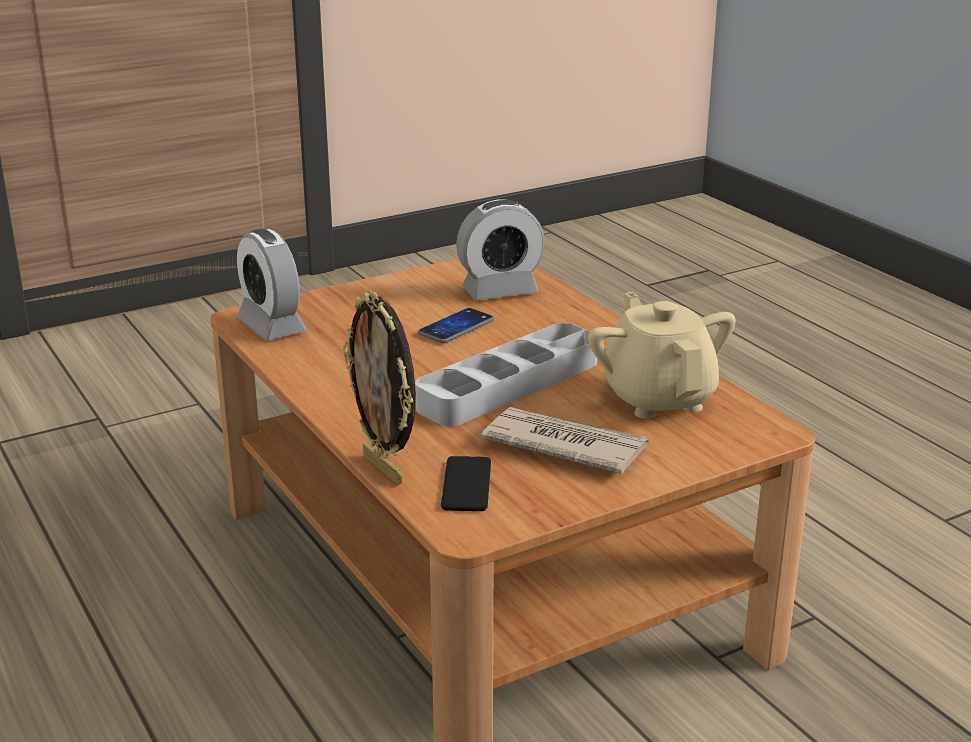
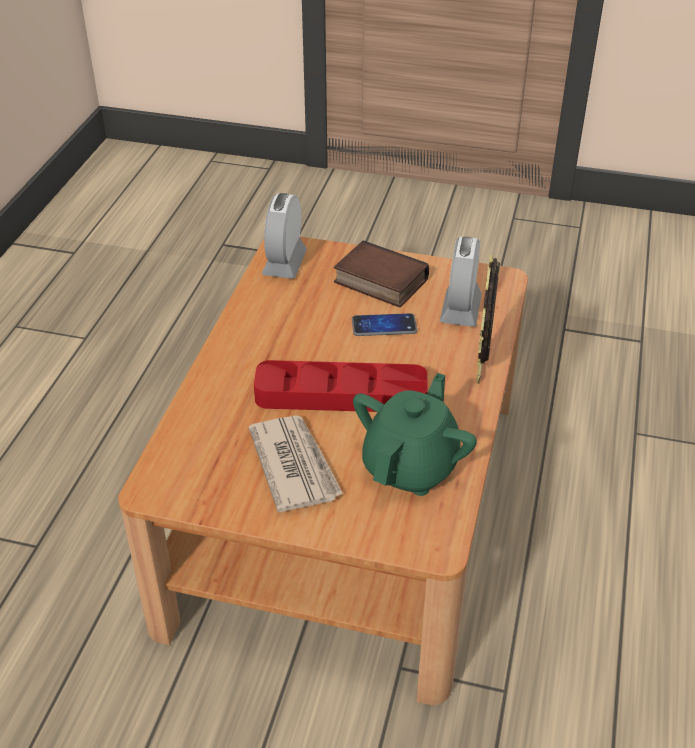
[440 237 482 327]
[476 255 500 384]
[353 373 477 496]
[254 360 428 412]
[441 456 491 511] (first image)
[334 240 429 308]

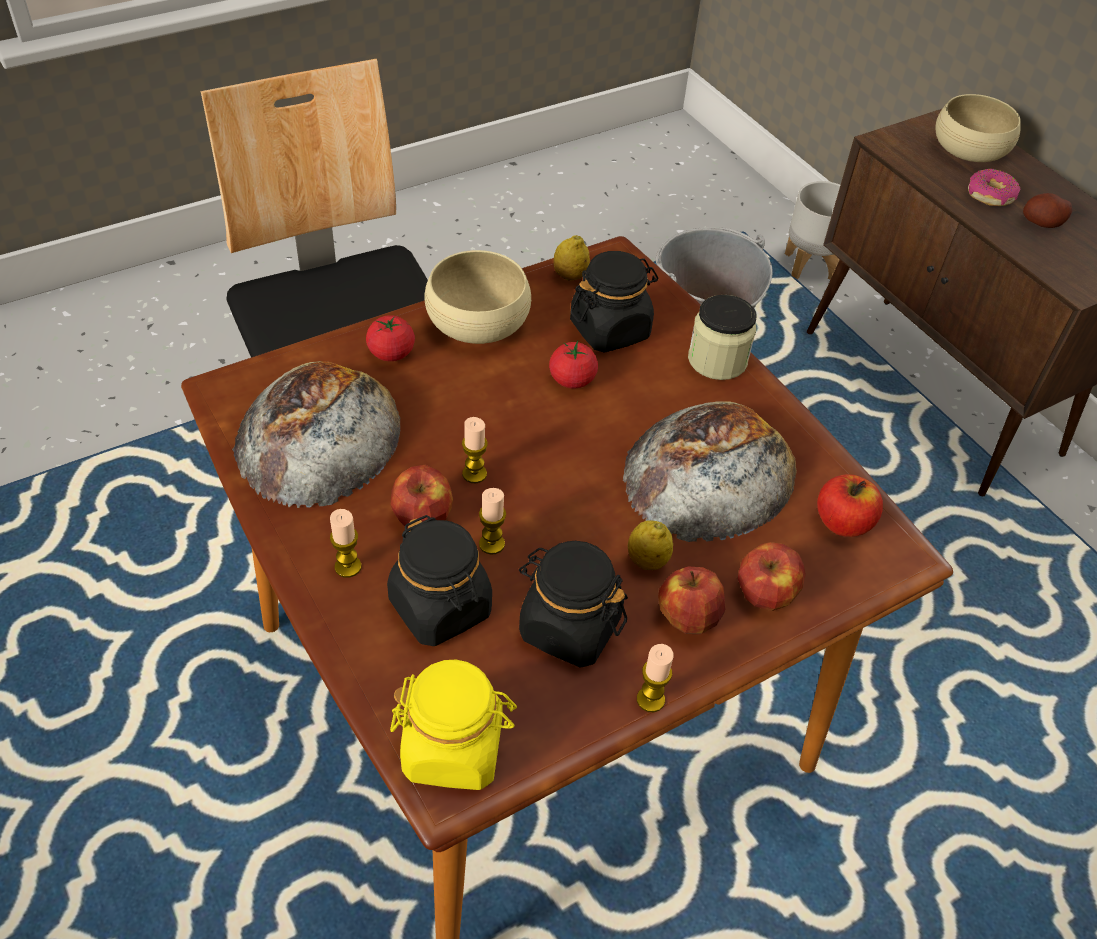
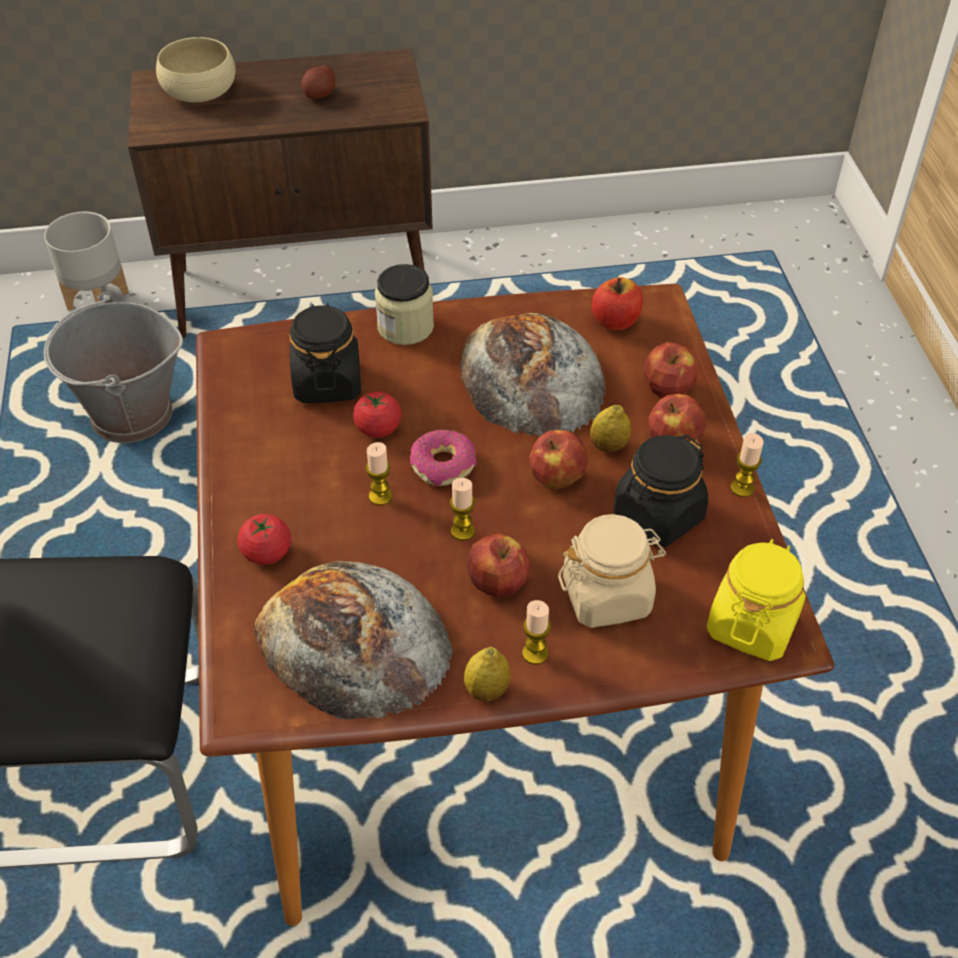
[410 429 477 486]
[464 647 511 702]
[424 250 531 344] (first image)
[366 442 393 506]
[558 514 666 628]
[529 430 589 489]

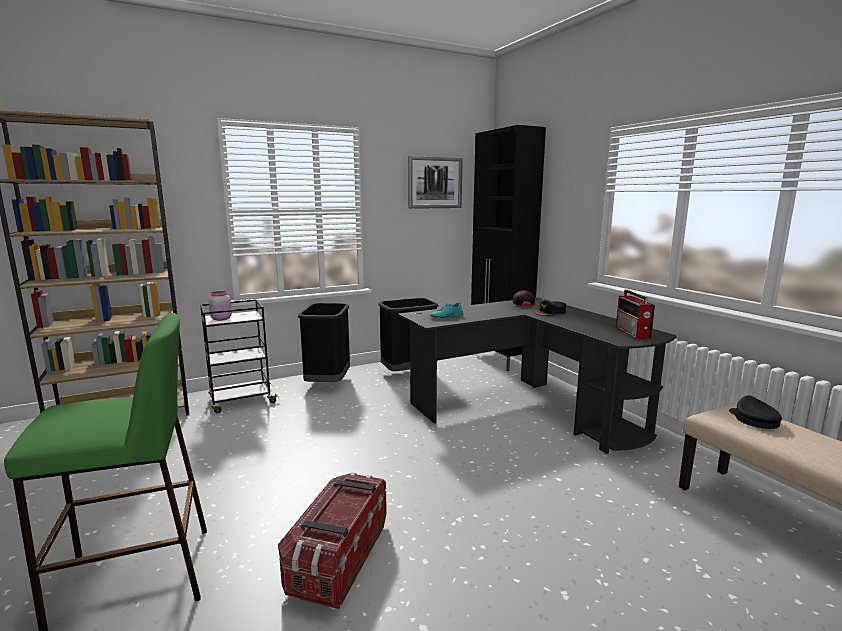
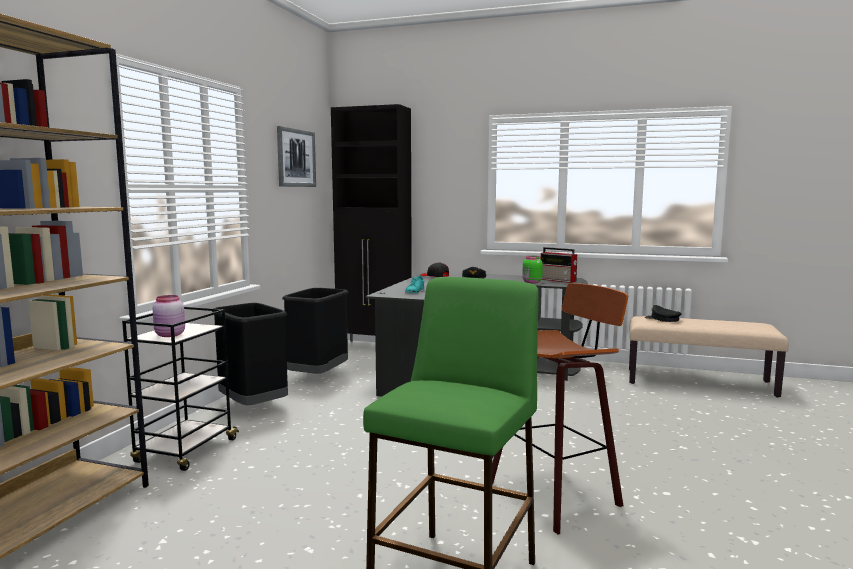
[492 283 628 535]
[522 256 543 284]

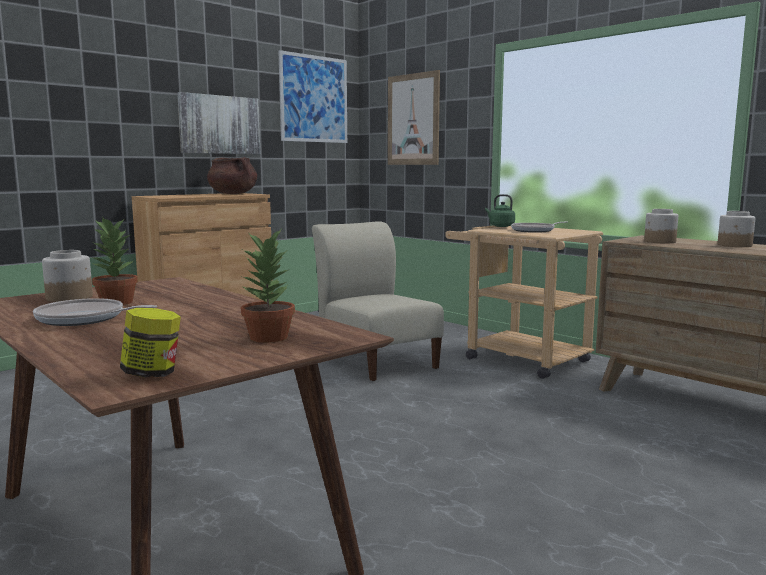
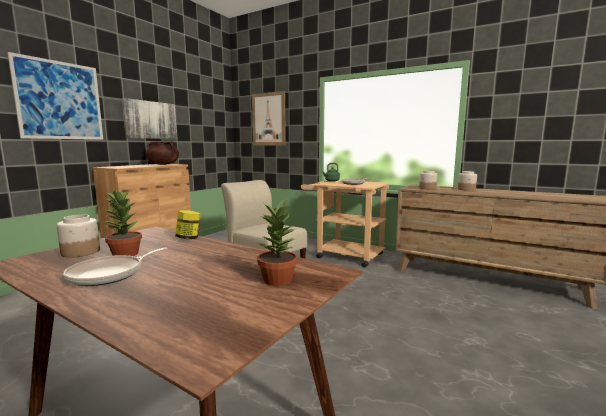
[7 52 103 140]
[63 247 168 286]
[175 210 201 239]

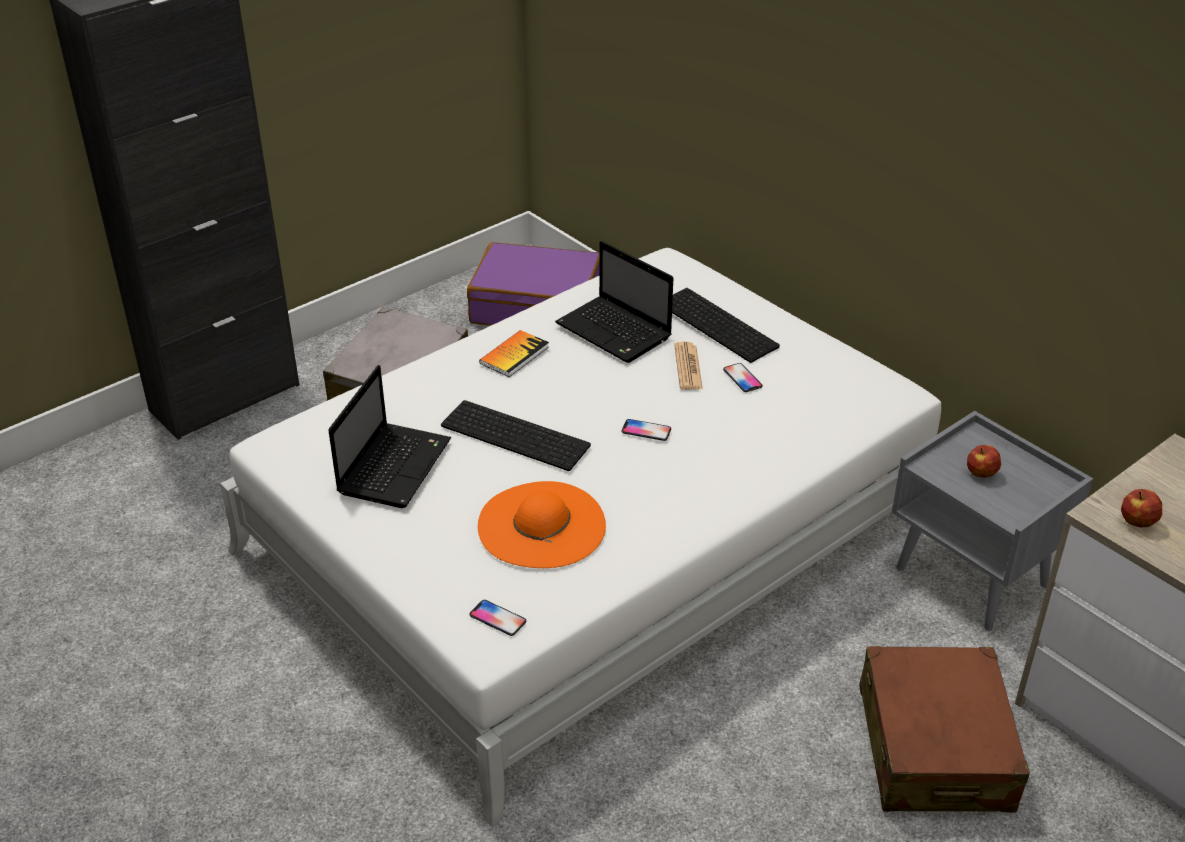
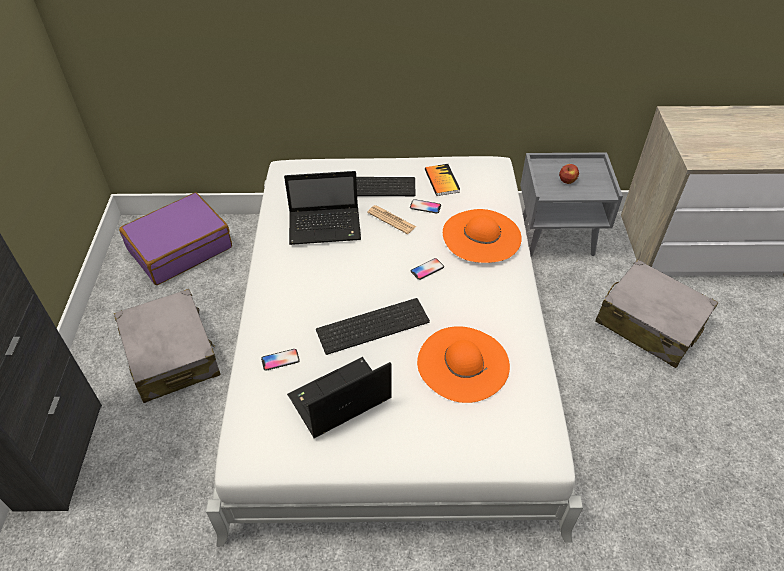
[425 164 460 196]
[287 357 392 438]
[1121 489 1162 527] (first image)
[261 349 300 371]
[595 259 718 368]
[443 209 522 263]

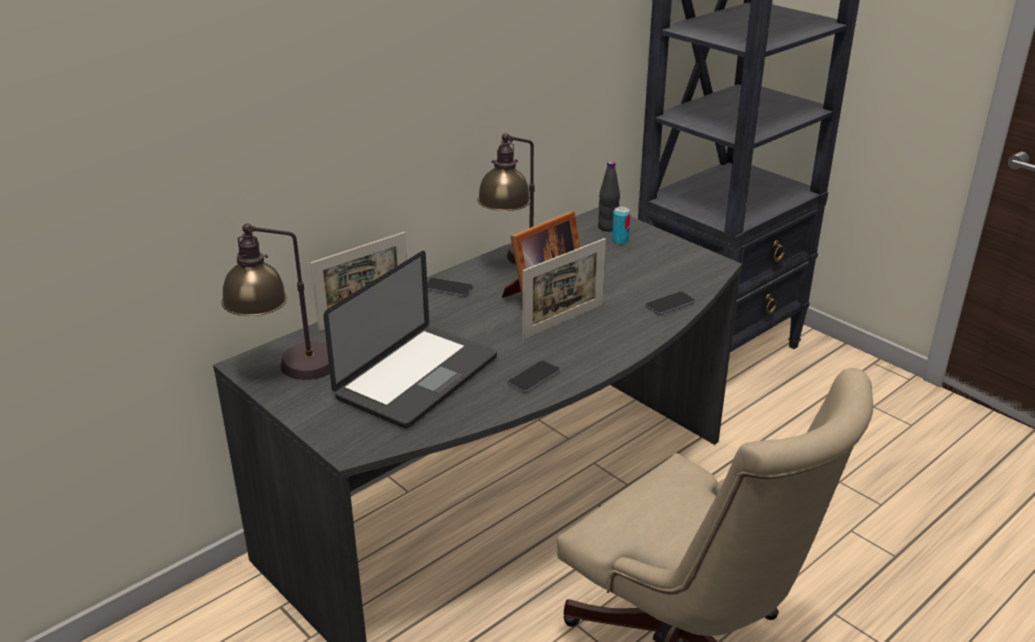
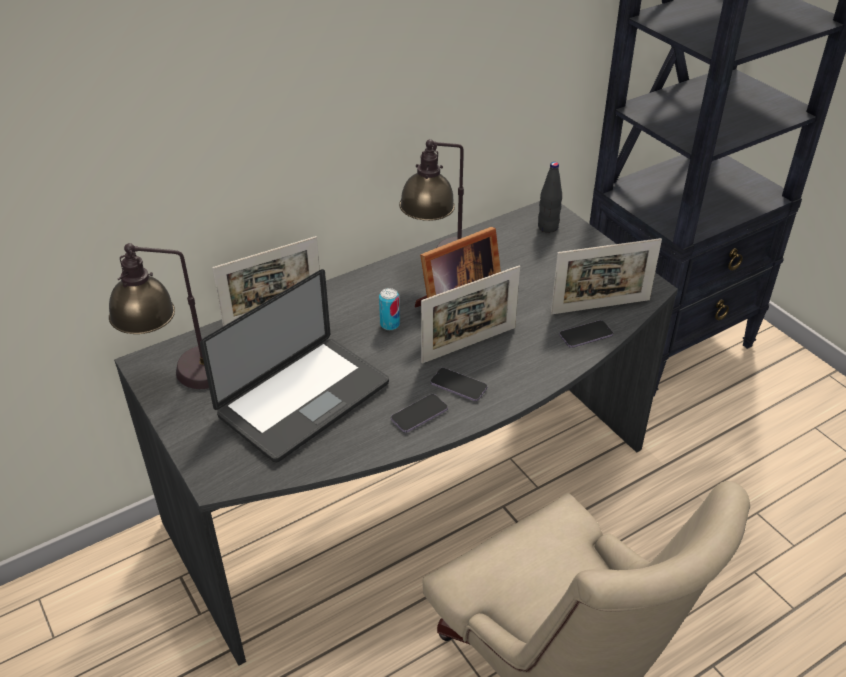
[379 288 400 330]
[431 368 487 401]
[551 238 662 315]

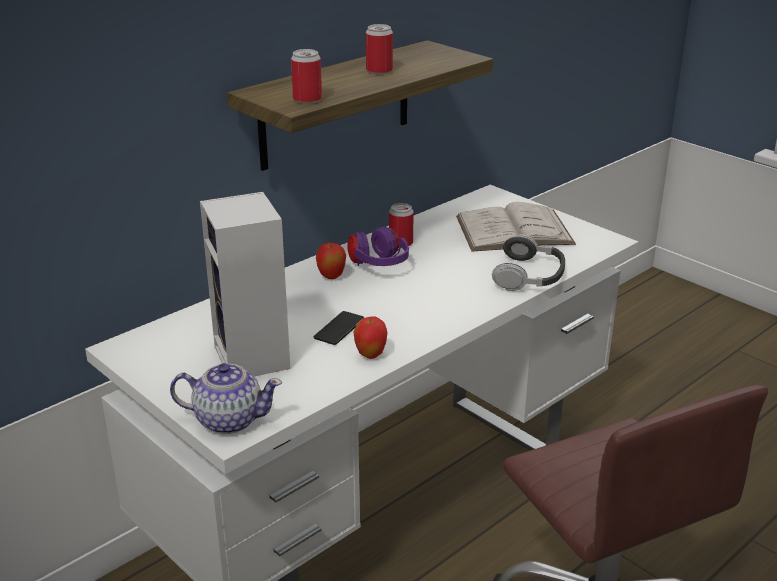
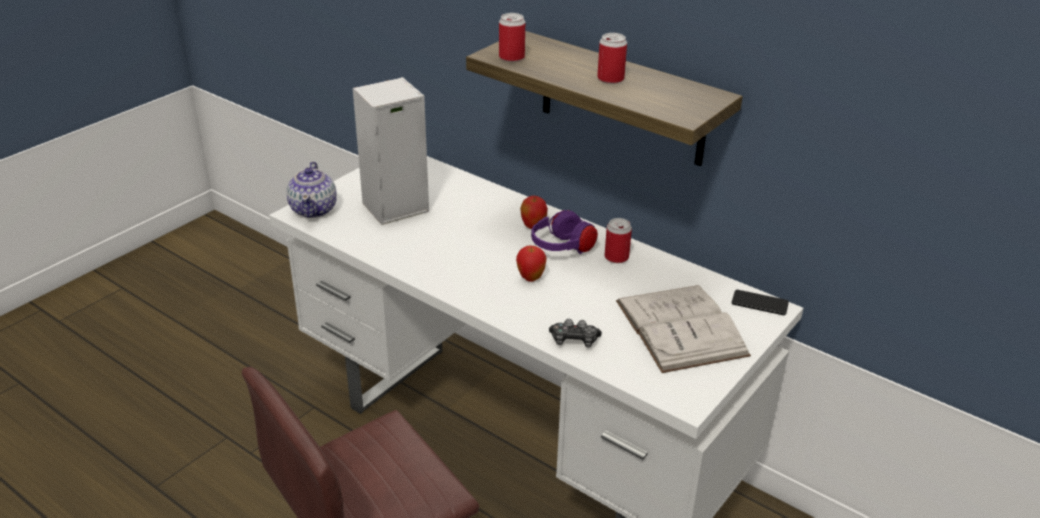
[549 319 602 348]
[732 290 789 315]
[516 246 547 282]

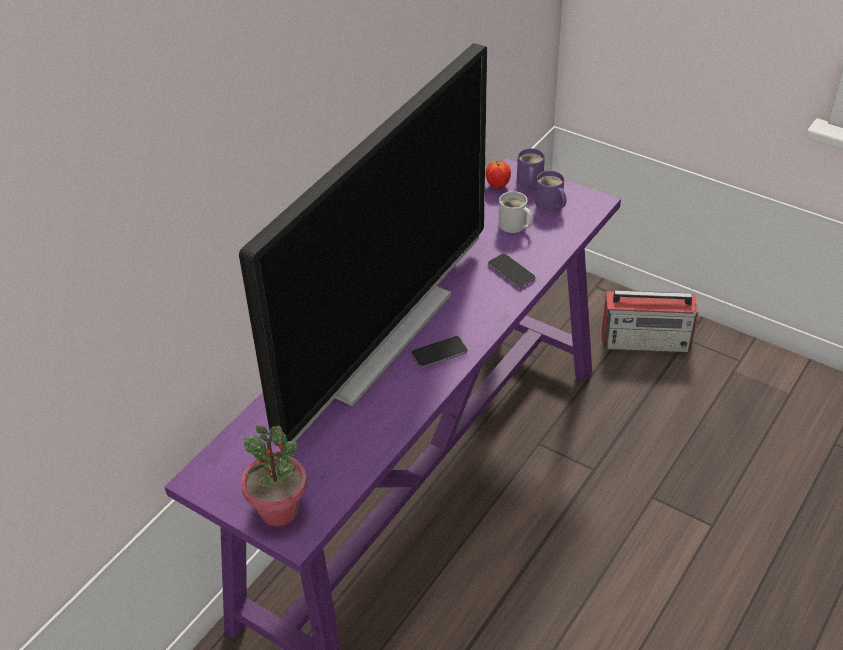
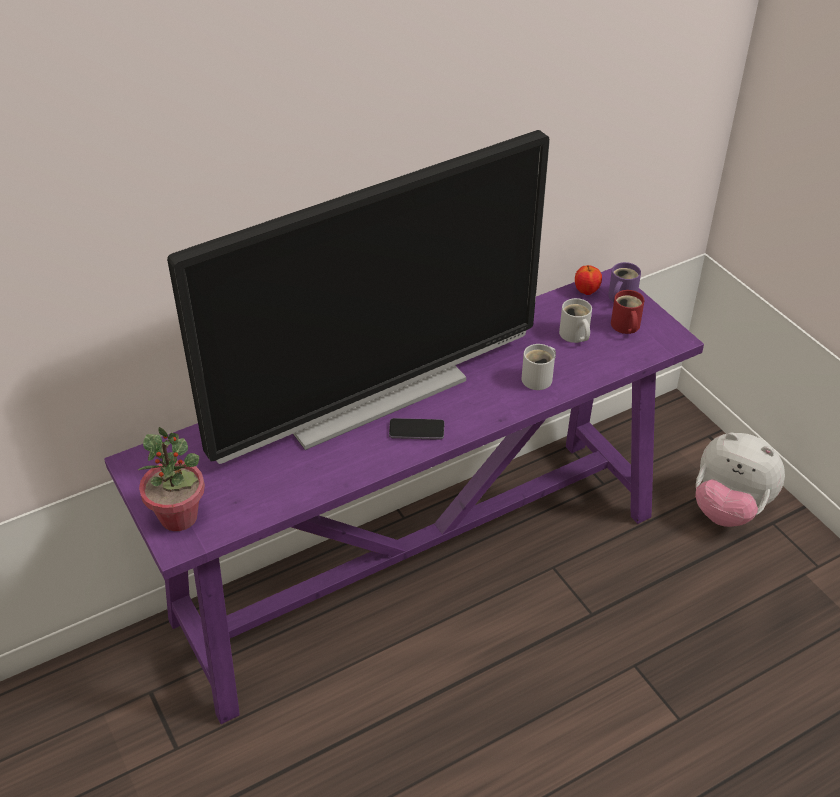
[611 290 645 334]
[522 344 556 390]
[695 432 785 527]

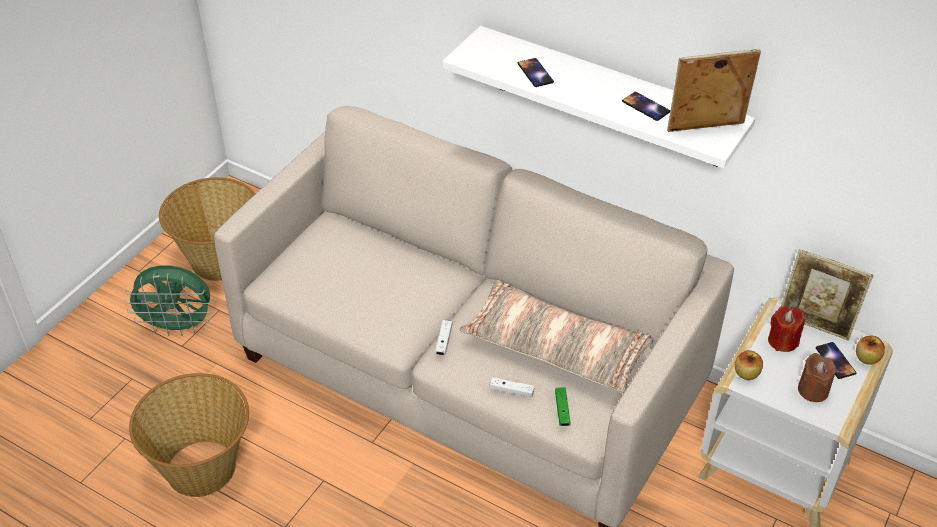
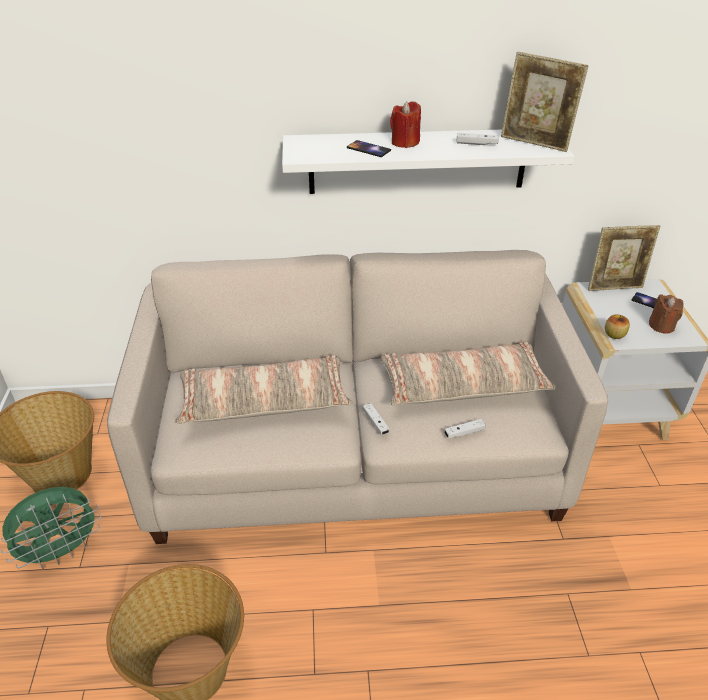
[501 52 589 152]
[456 133 499 145]
[390 101 421 148]
[856 336 885 365] (first image)
[555 387 570 426] (first image)
[175 354 353 424]

